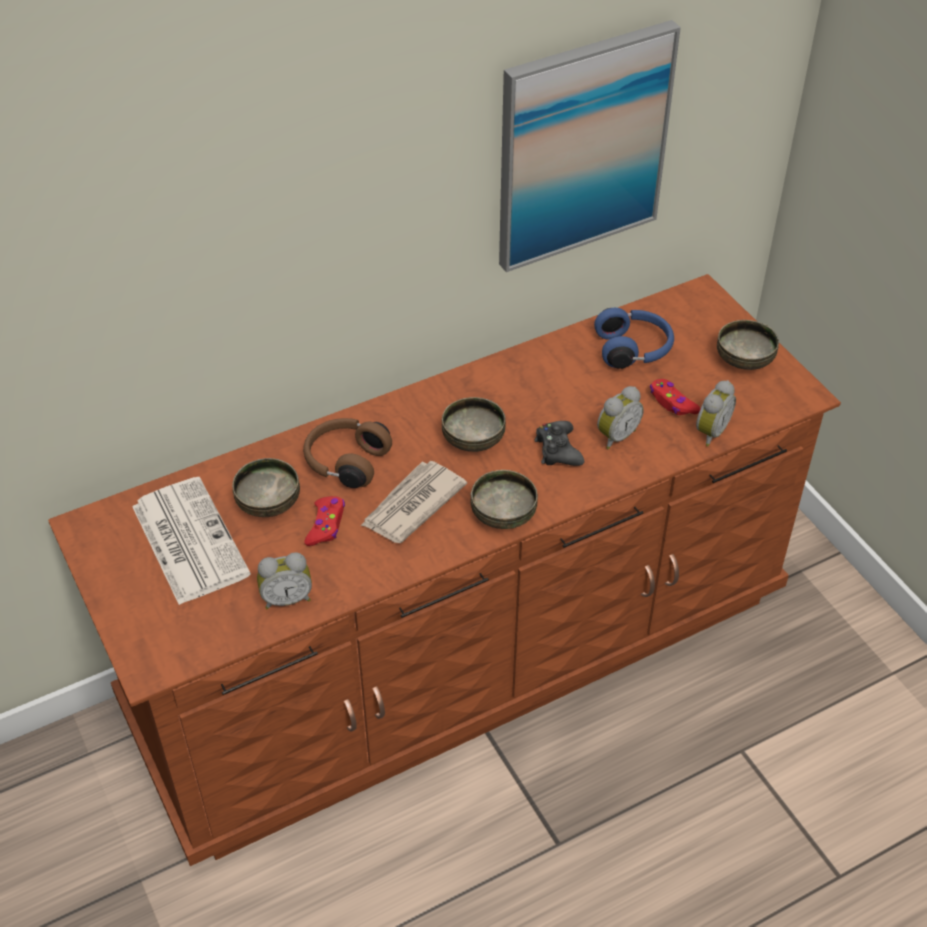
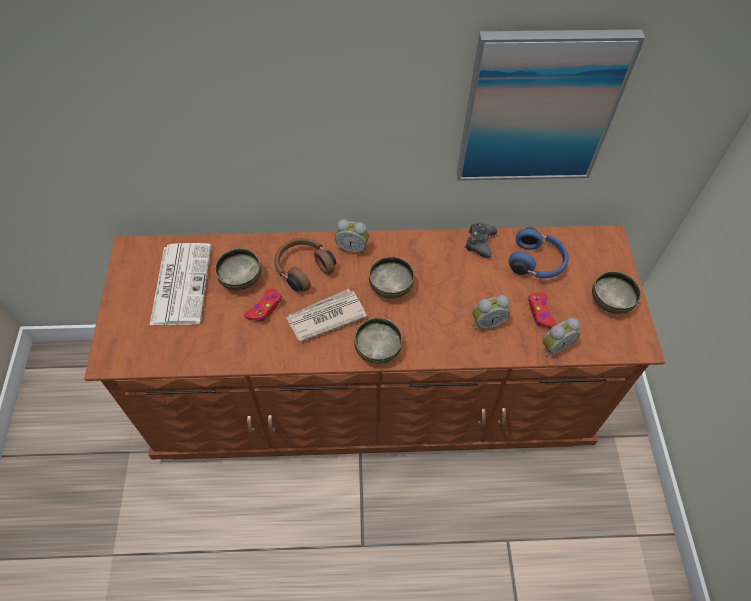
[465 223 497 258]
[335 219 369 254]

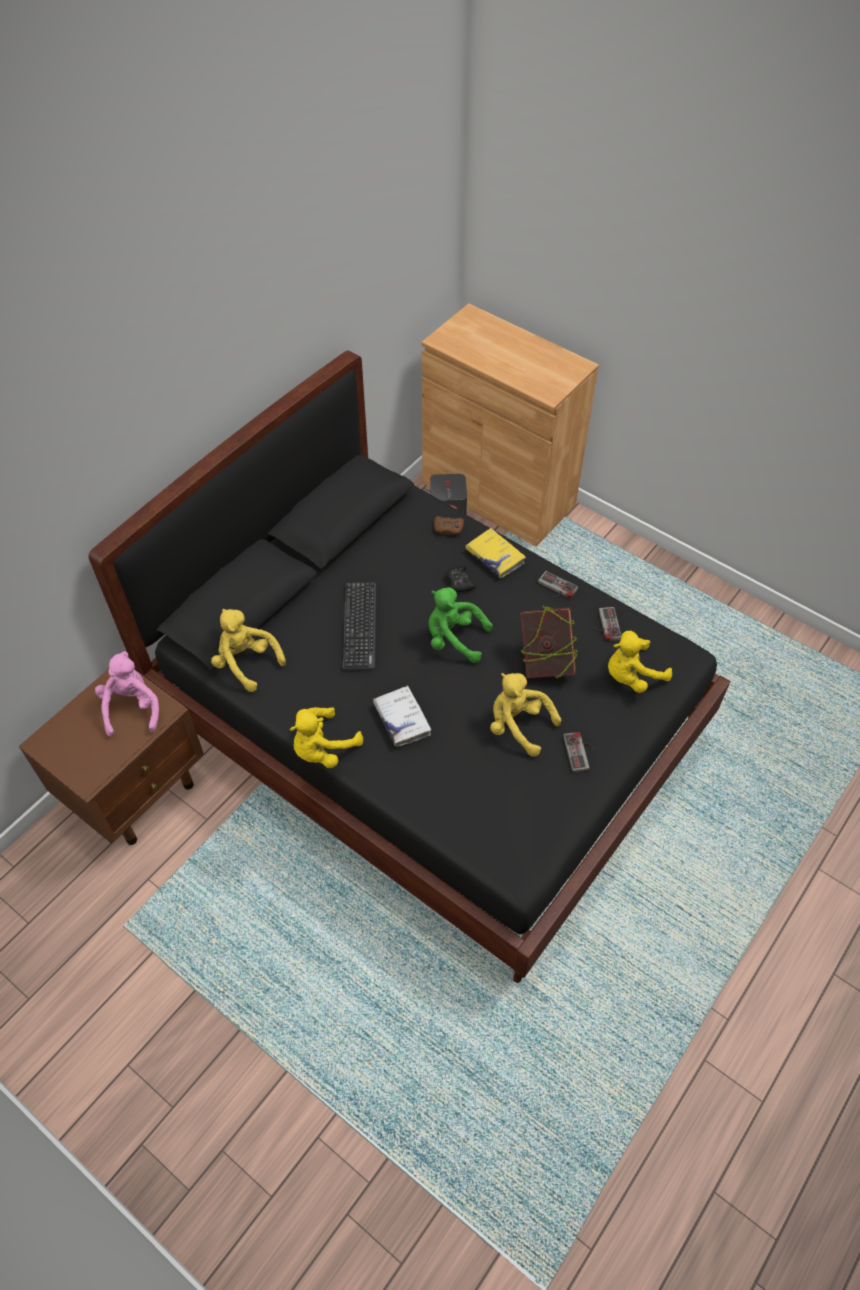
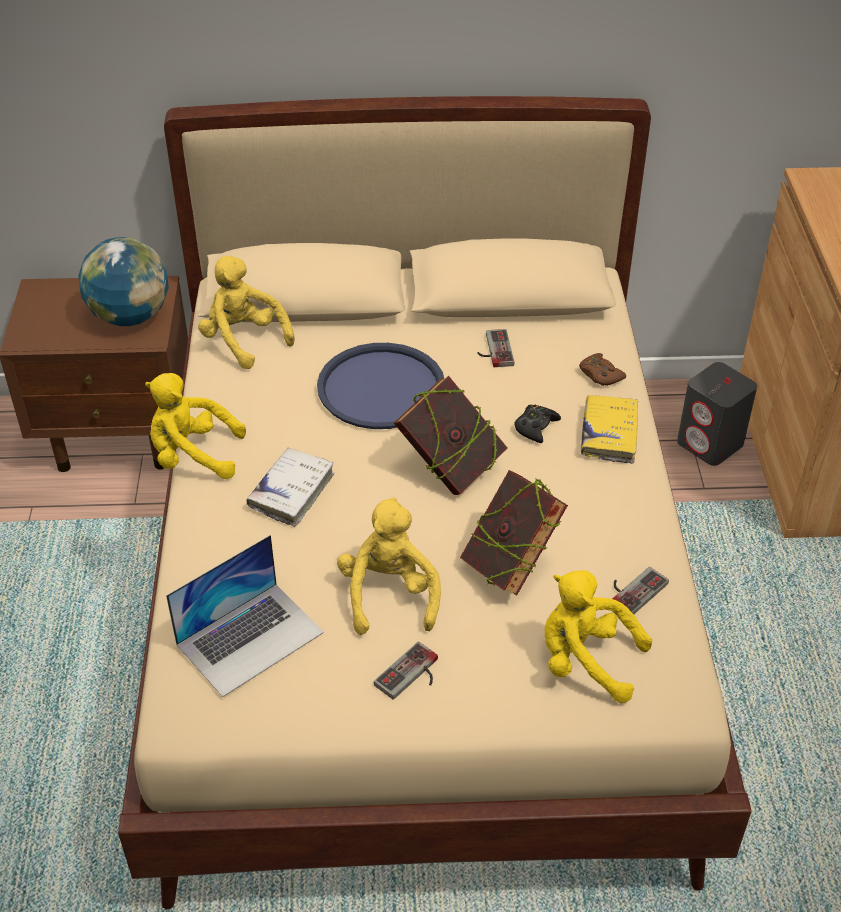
[118 96 752 909]
[477 329 514 367]
[317 343 444 429]
[394 376 507 495]
[198 256 295 369]
[78 237 169 326]
[166 535 324 697]

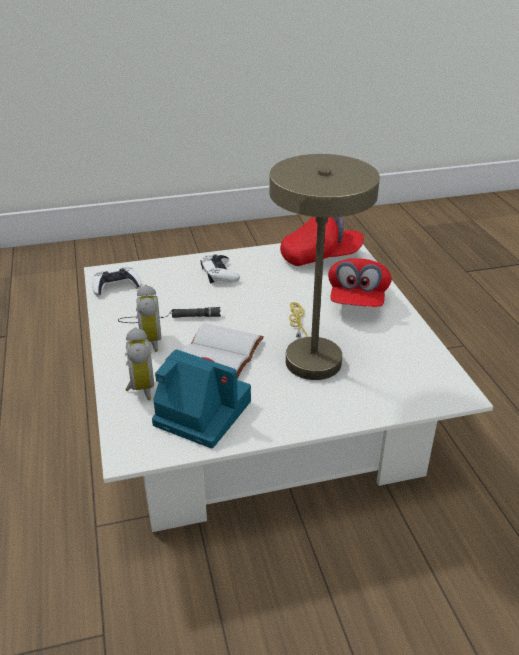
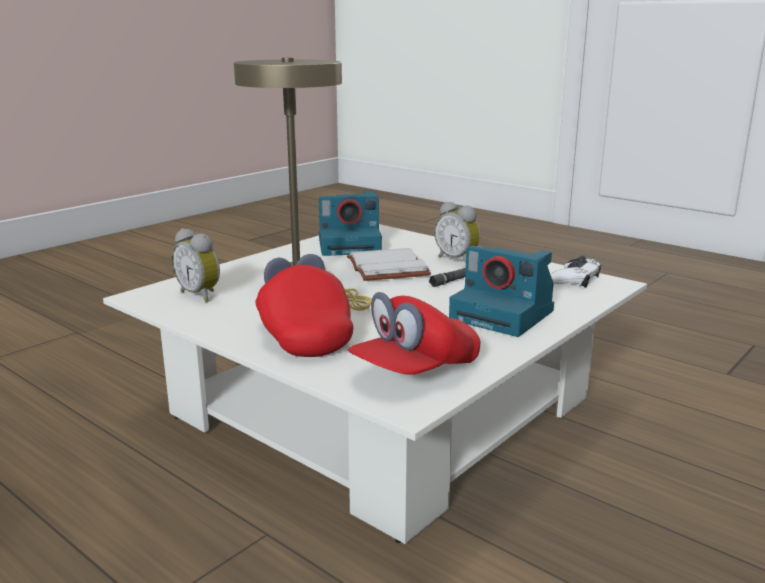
[449 246 554 337]
[172 228 220 302]

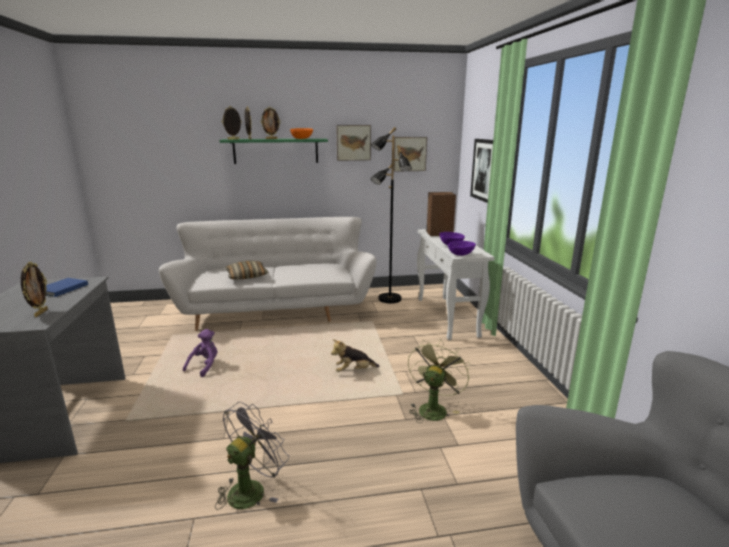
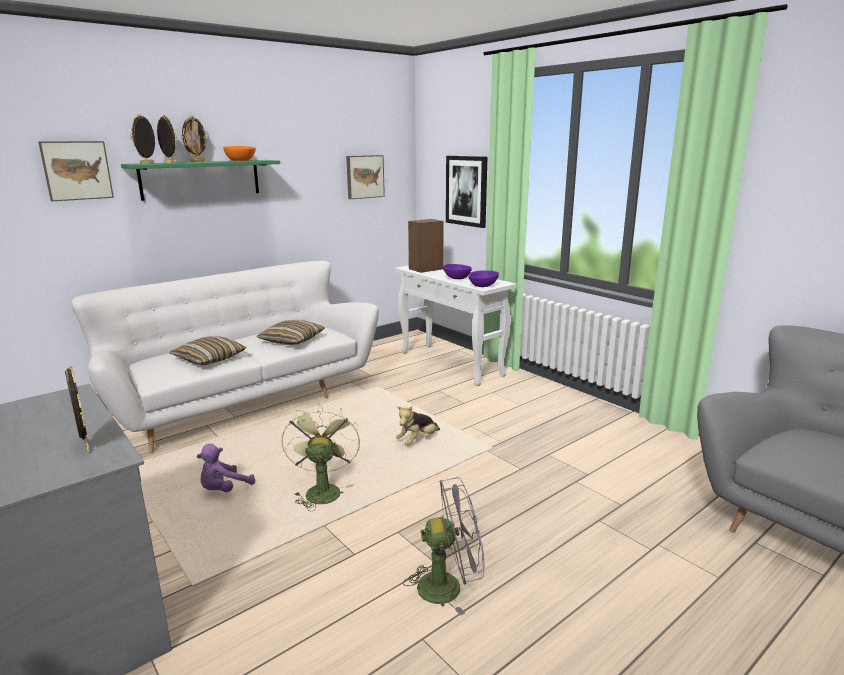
[39 141 114 201]
[371 127 412 303] (first image)
[46 278 88 297] (first image)
[197 444 255 492]
[281 403 360 511]
[403 477 485 616]
[256 320 325 345]

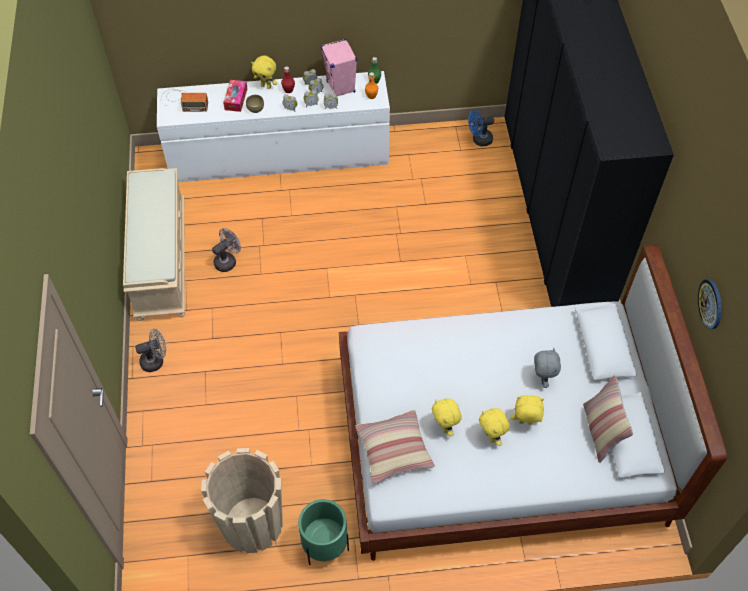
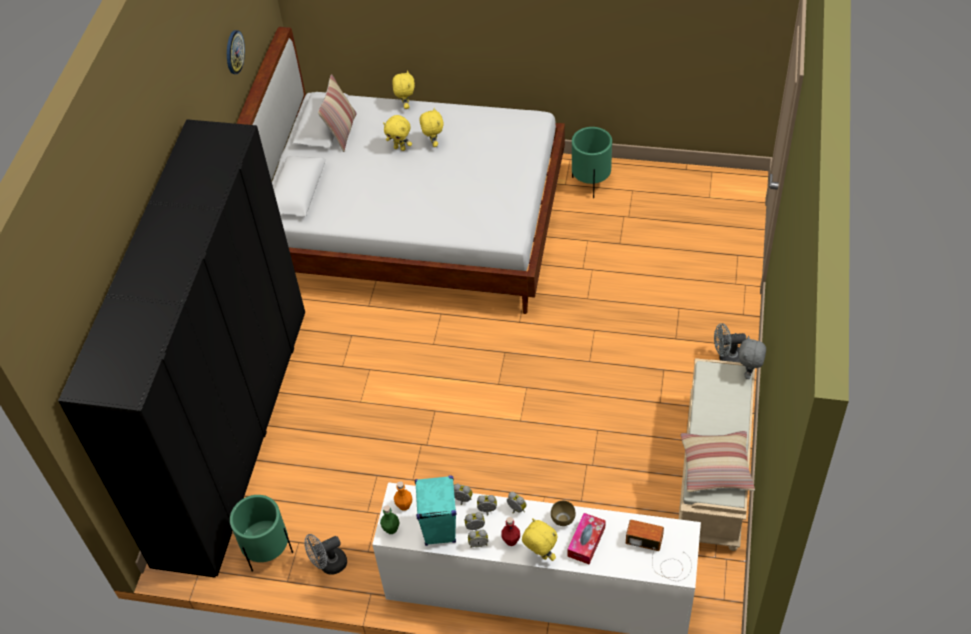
[415 475 457 546]
[230 495 293 572]
[305 534 347 575]
[739 336 766 379]
[392 70 415 109]
[681 431 755 492]
[201 448 283 553] (first image)

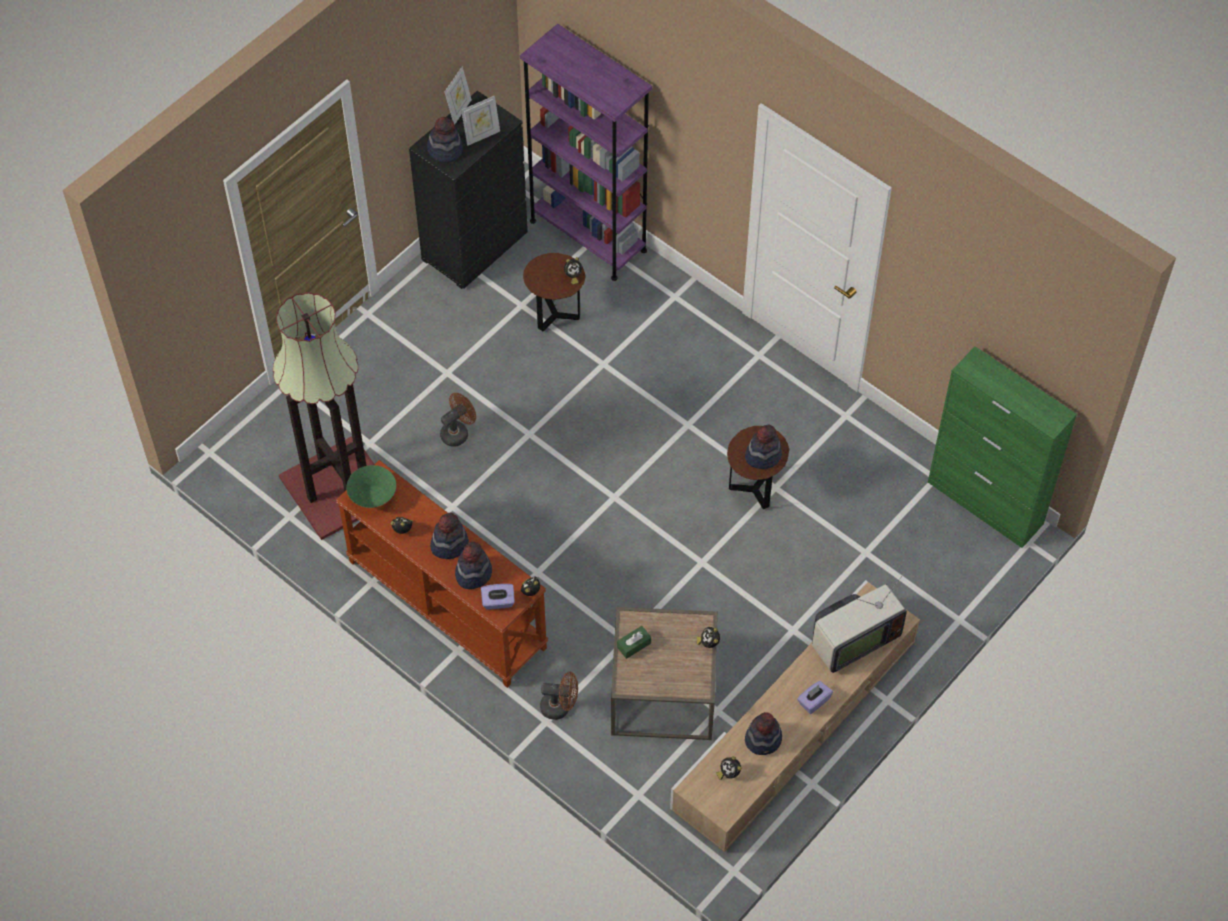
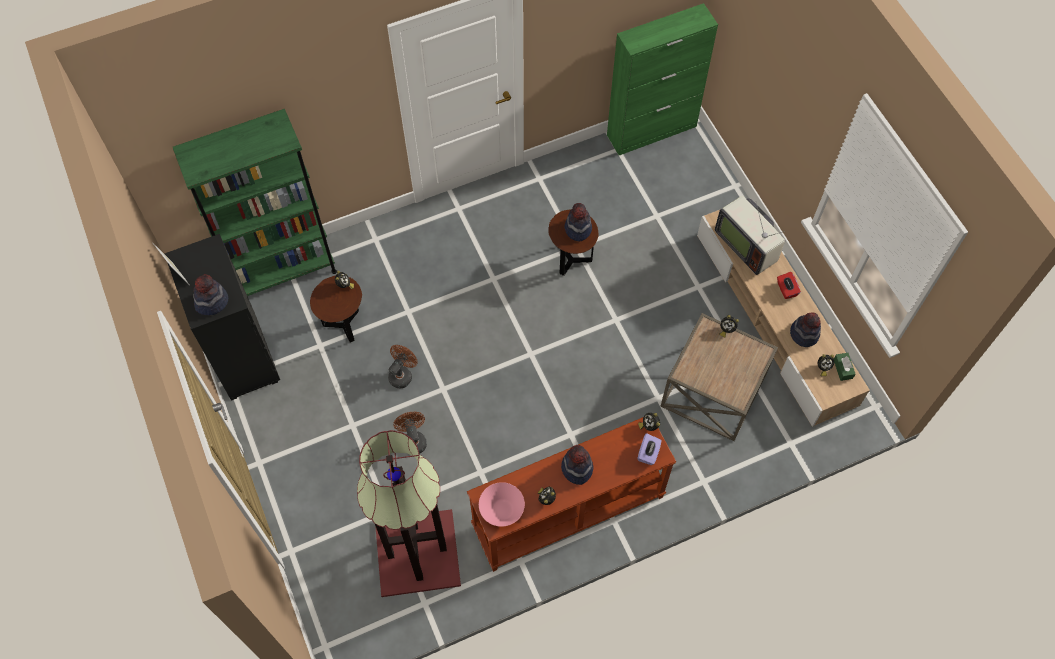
[172 109 337 296]
[461 95 500 146] (first image)
[479 482 525 527]
[455 541 492 589] (first image)
[715 196 785 275]
[834 353 856 381]
[388 345 418 389]
[777 272 801 299]

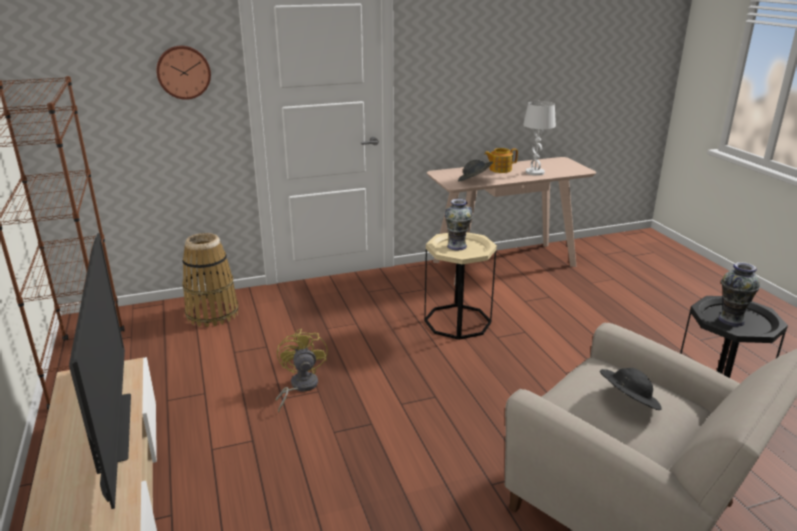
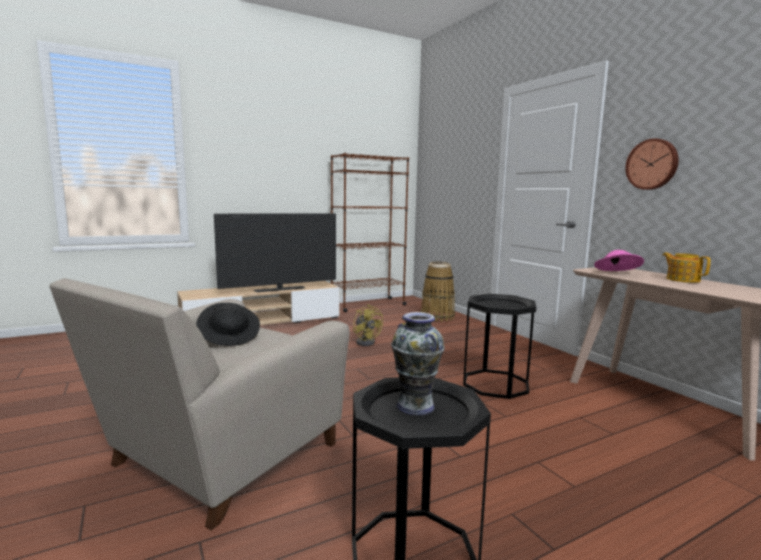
[625 139 679 190]
[523 101 556 176] (first image)
[594 250 644 271]
[445 199 473 250] (first image)
[463 294 536 399]
[353 304 383 346]

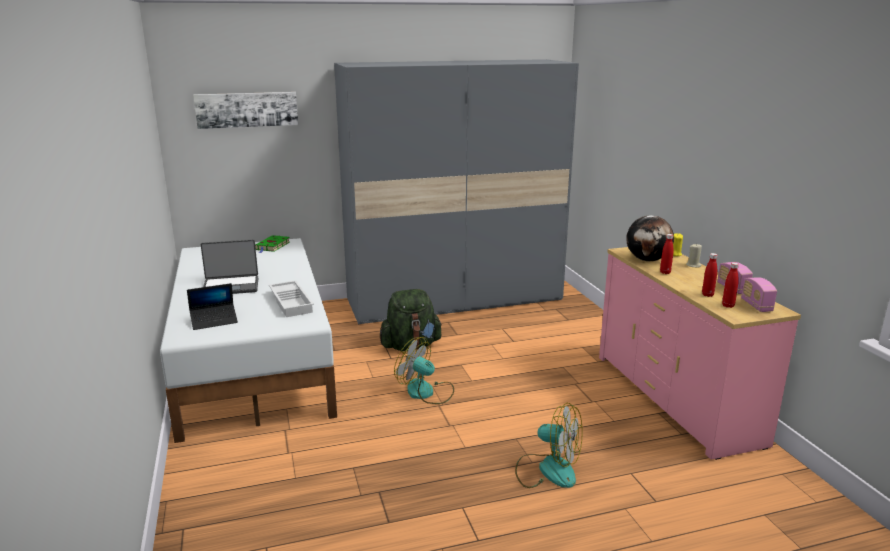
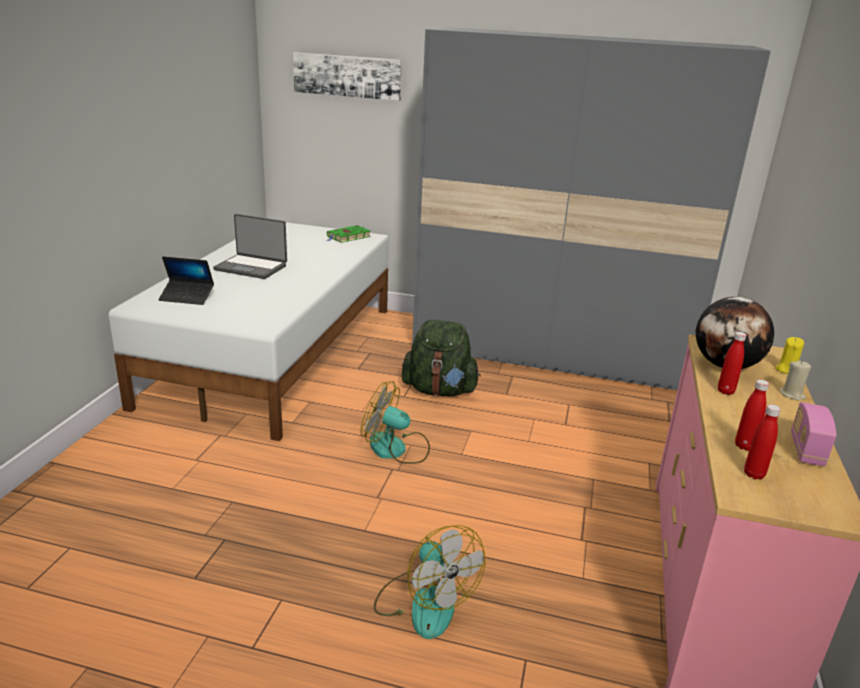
[741 277 777 312] (first image)
[269 280 314 317] (first image)
[361 381 430 464]

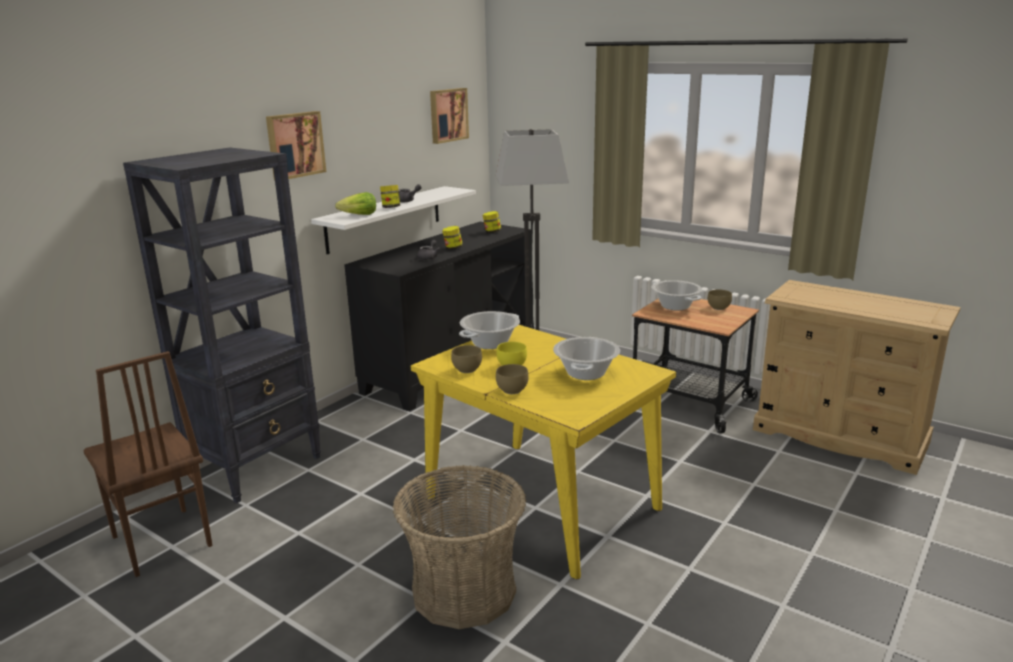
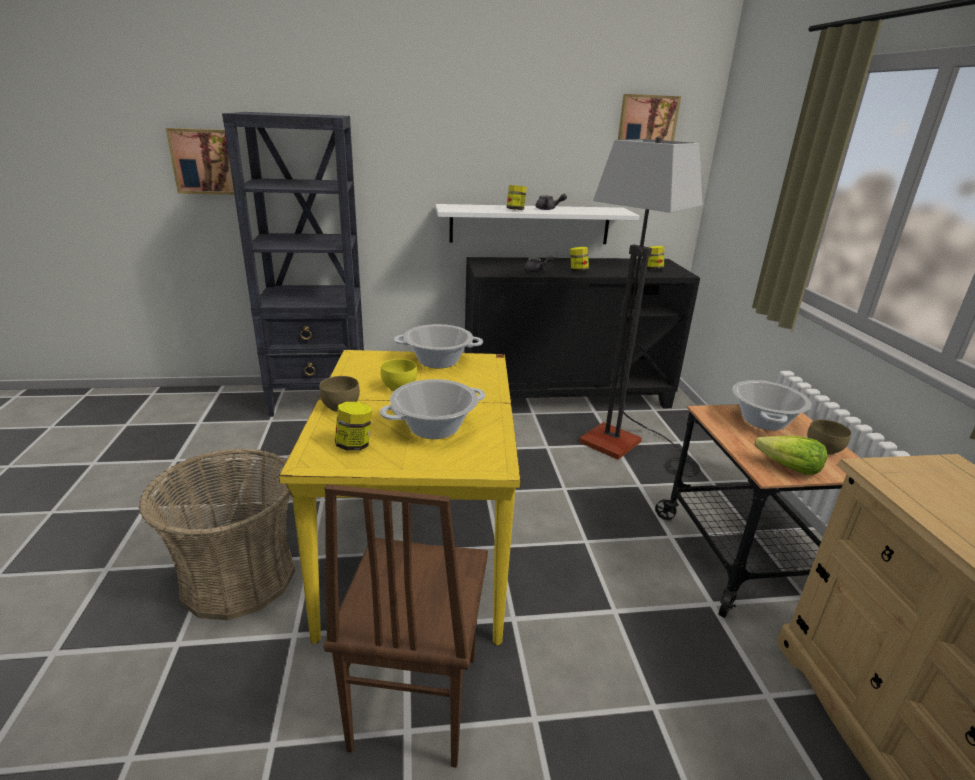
[166 128 234 195]
[755 436 827 475]
[451 345 482 373] (first image)
[323 484 488 768]
[335 402 372 450]

